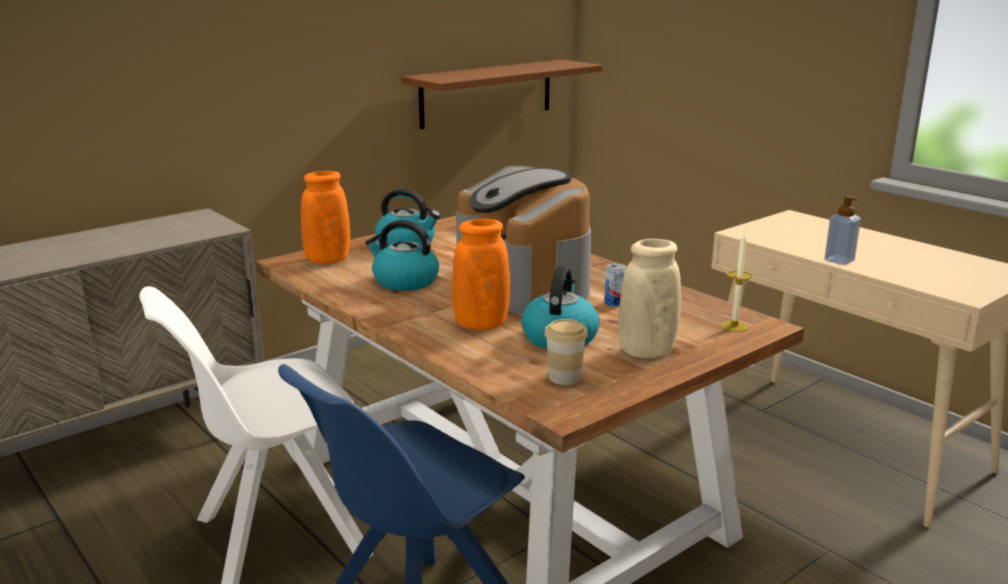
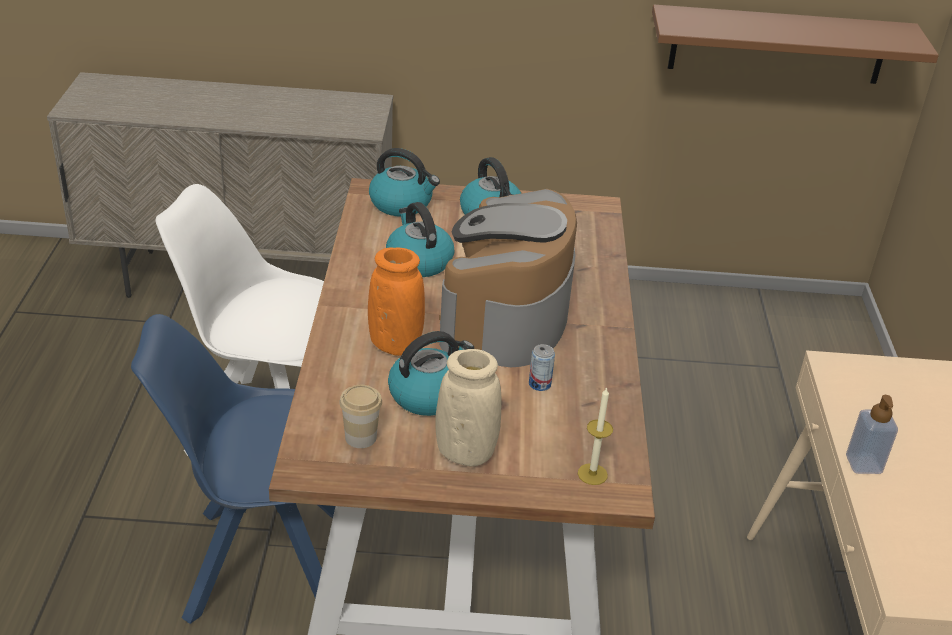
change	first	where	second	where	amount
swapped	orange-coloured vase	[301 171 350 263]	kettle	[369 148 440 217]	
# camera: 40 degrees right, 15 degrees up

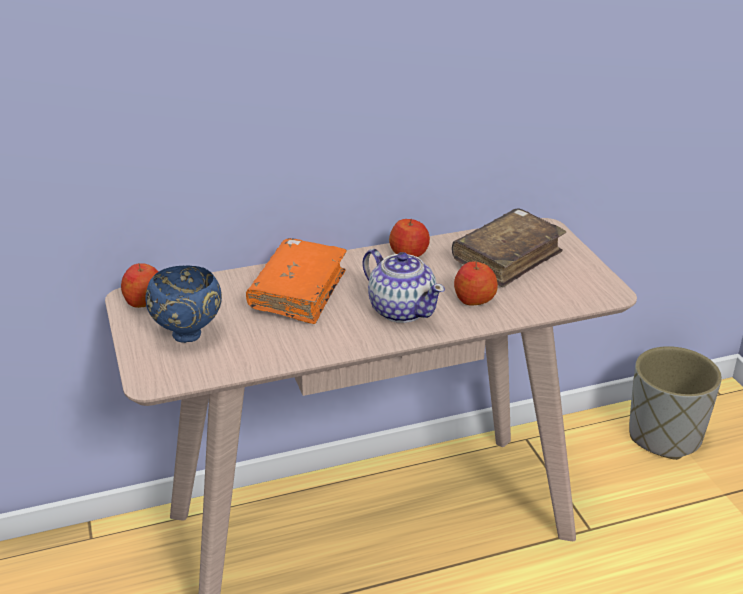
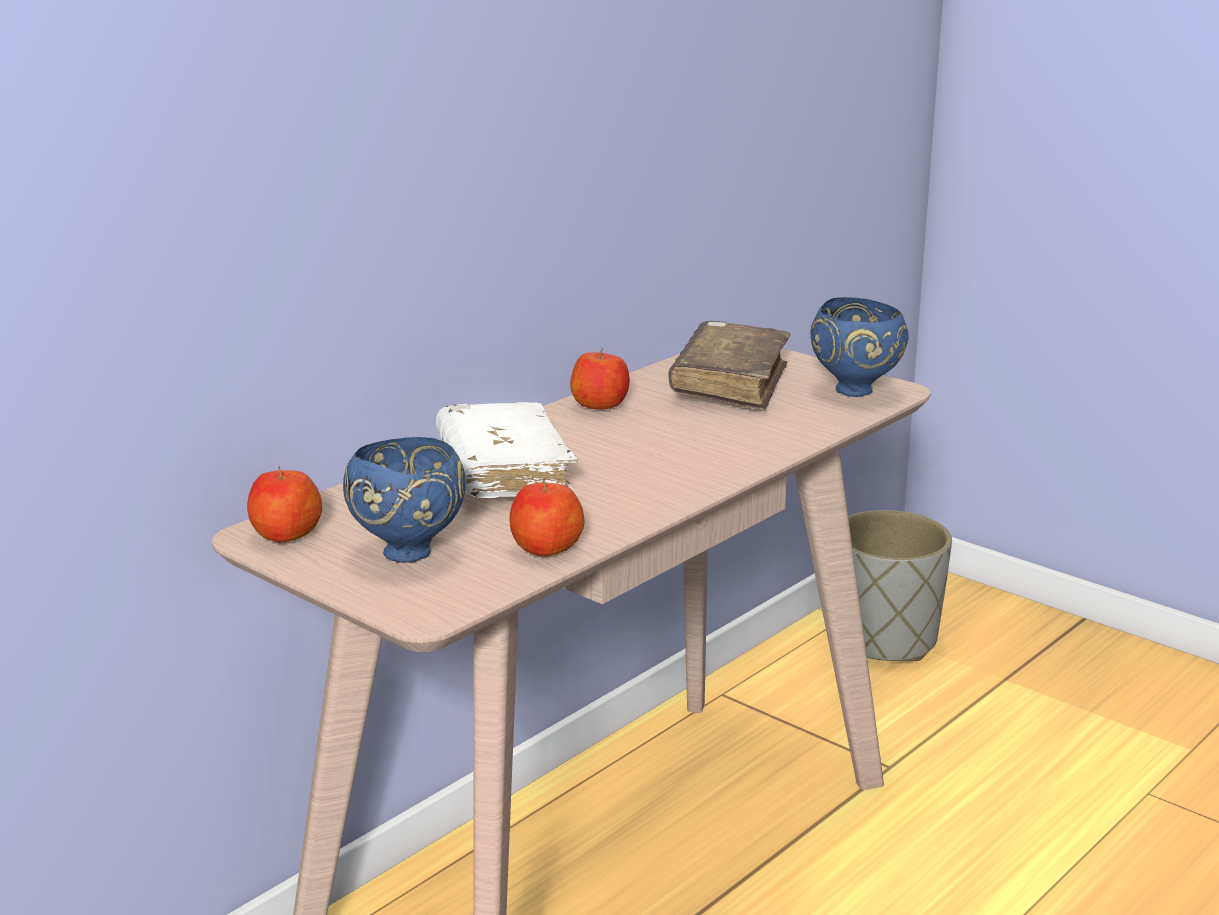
change	first	where	second	where	amount
gone	teapot	[363 249 445 323]			
new			bluish bowl	[810 297 909 397]	
shifted	apple fruit	[454 261 498 305]		[509 478 585 556]	
repainted	orange-coloured book	[246 238 347 324]	white book	[436 402 579 498]	
# camera: 30 degrees left, 10 degrees down

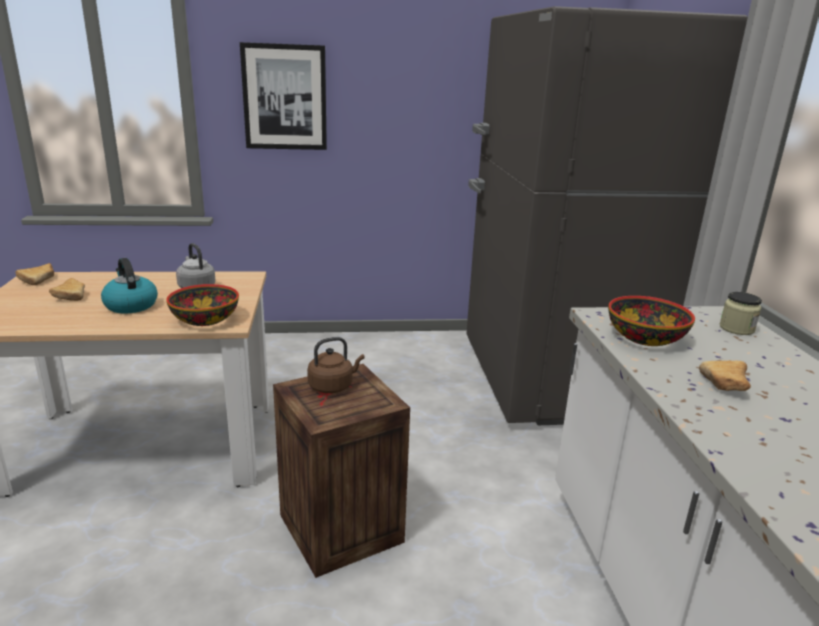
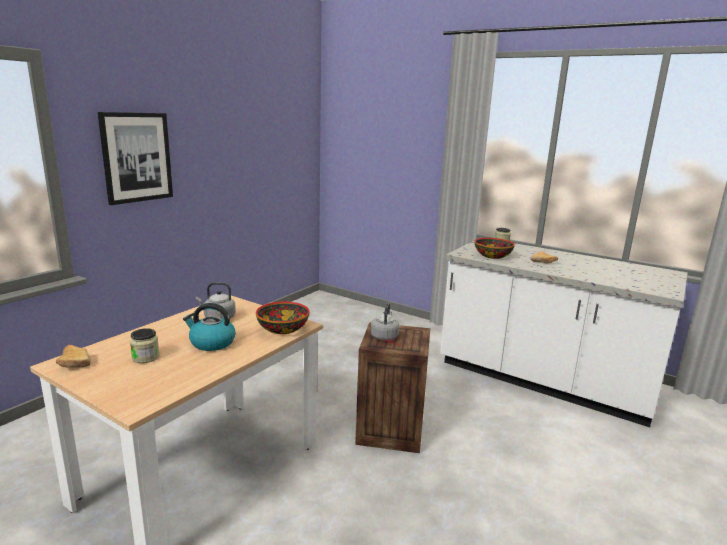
change	first	where	second	where	amount
gone	greyish refrigerator	[466 6 748 425]			
swapped	baked bread	[49 278 85 301]	storage jar	[130 328 160 363]	
repainted	brownish kettle	[307 337 364 394]	greyish kettle	[371 303 399 341]	
# camera: 50 degrees left, 5 degrees down

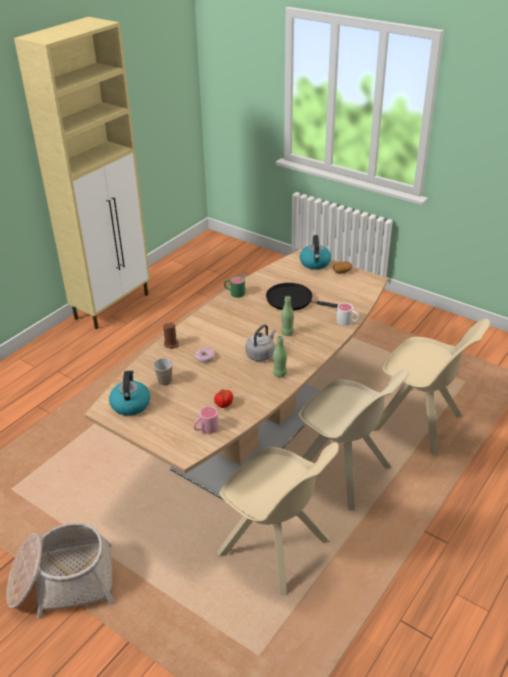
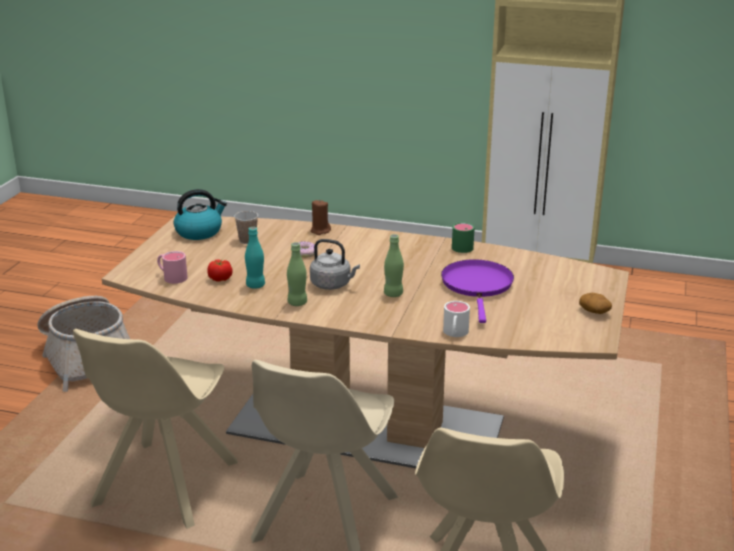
change	first	where	second	where	amount
gone	kettle	[300 235 331 270]			
new			turquoise beverage bottle	[245 227 265 289]	
repainted	black frying pan	[266 283 338 311]	purple-coloured frying pan	[441 259 514 323]	
# camera: 70 degrees right, 10 degrees down

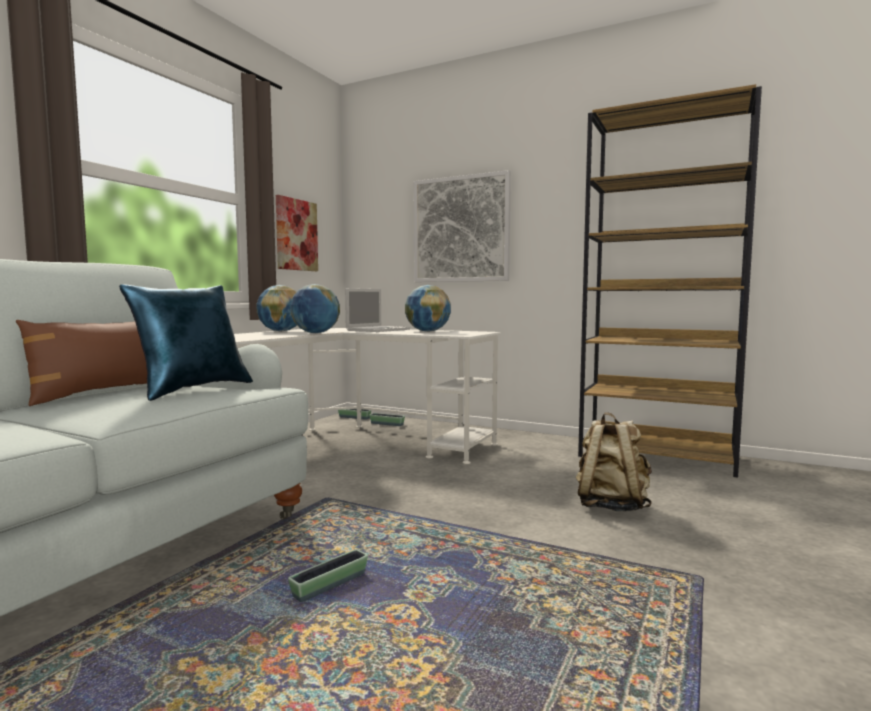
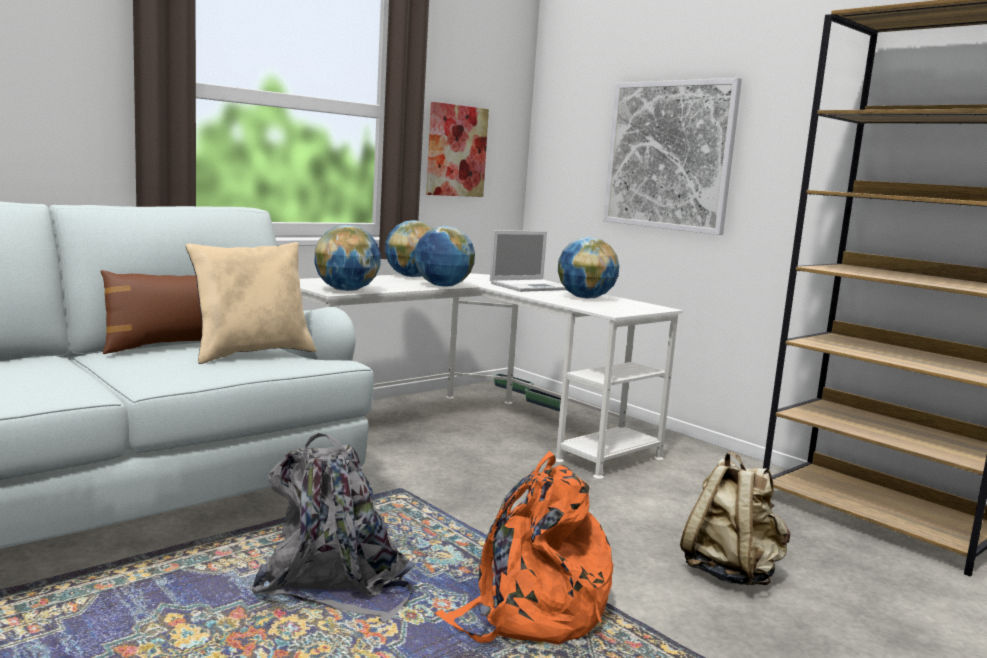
change	first	where	second	where	amount
new			world globe	[315 225 381 291]	
new			orange-coloured rucksack	[435 451 613 644]	
swapped	plant pot	[288 549 368 602]	greyish rucksack	[250 433 415 623]	
repainted	bluish cushion	[119 284 253 401]	sand-coloured cushion	[186 242 316 364]	
# camera: 20 degrees right, 5 degrees up

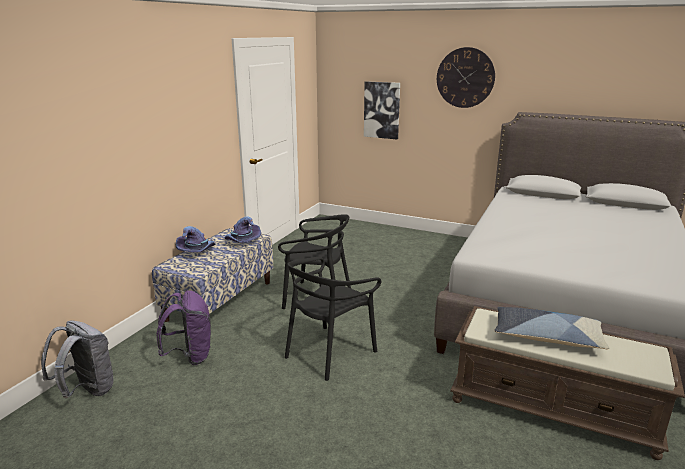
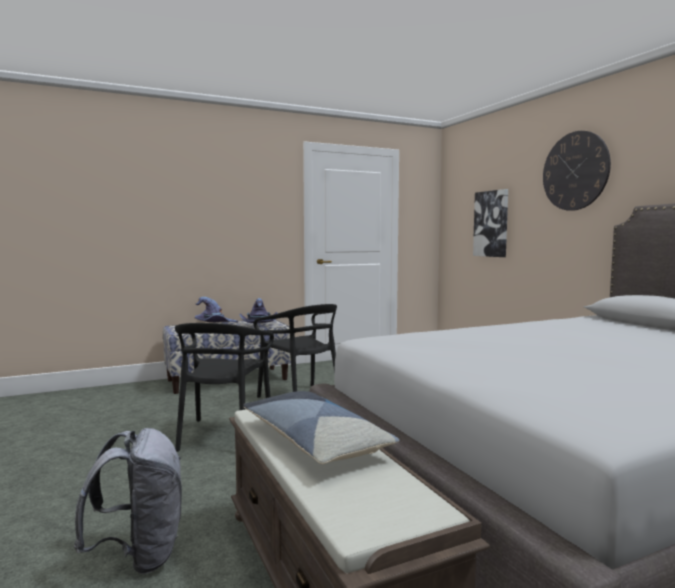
change	first	where	second	where	amount
gone	purple-coloured rucksack	[157 290 211 365]			
shifted	greyish rucksack	[41 321 113 398]		[74 428 182 574]	
rotated	black chair	[285 257 381 381]		[175 323 274 452]	75 degrees counterclockwise
# camera: 40 degrees right, 15 degrees down

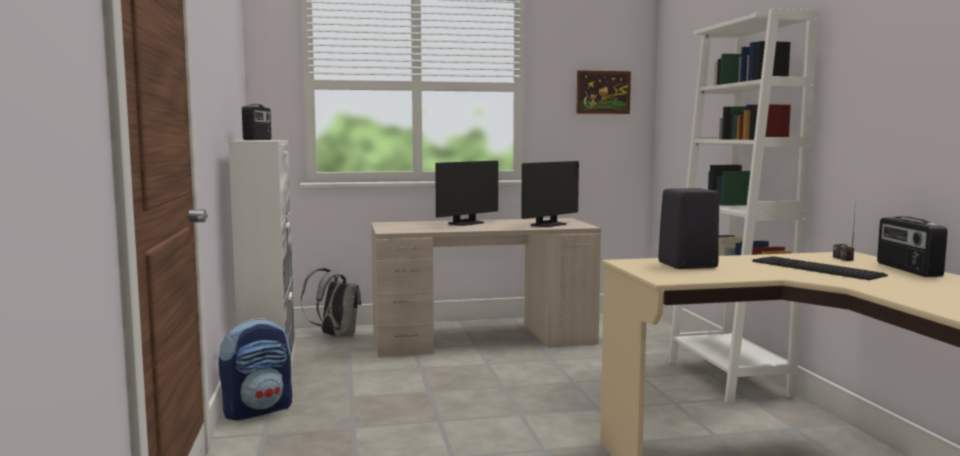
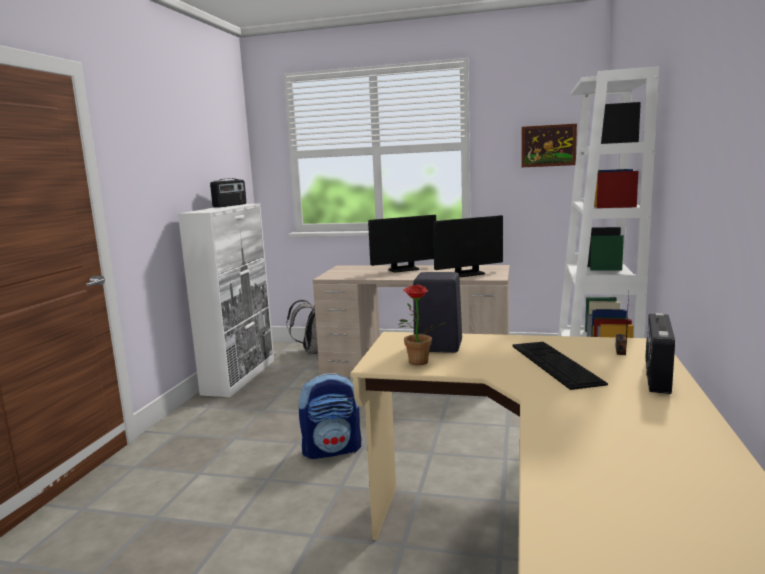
change	first	where	second	where	amount
new			houseplant	[398 284 445 365]	
shifted	rucksack	[219 318 292 420]		[298 373 361 459]	
# camera: 25 degrees right, 5 degrees up

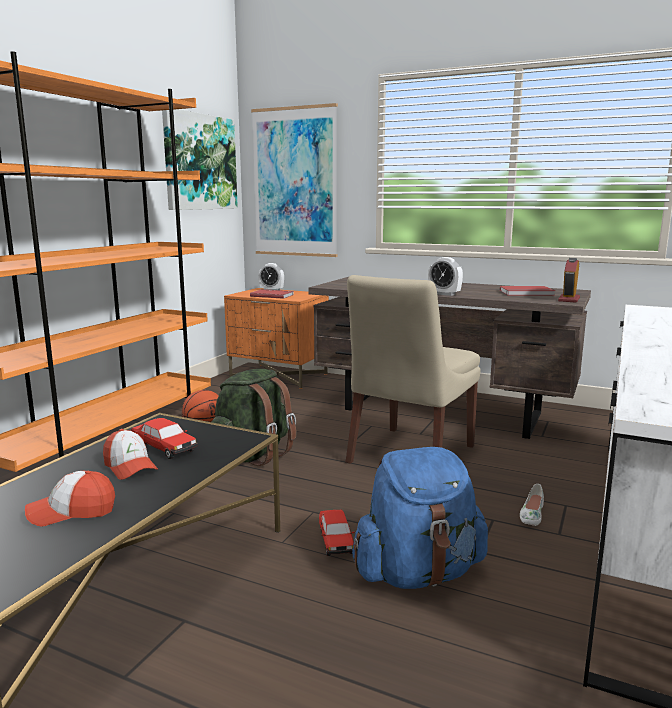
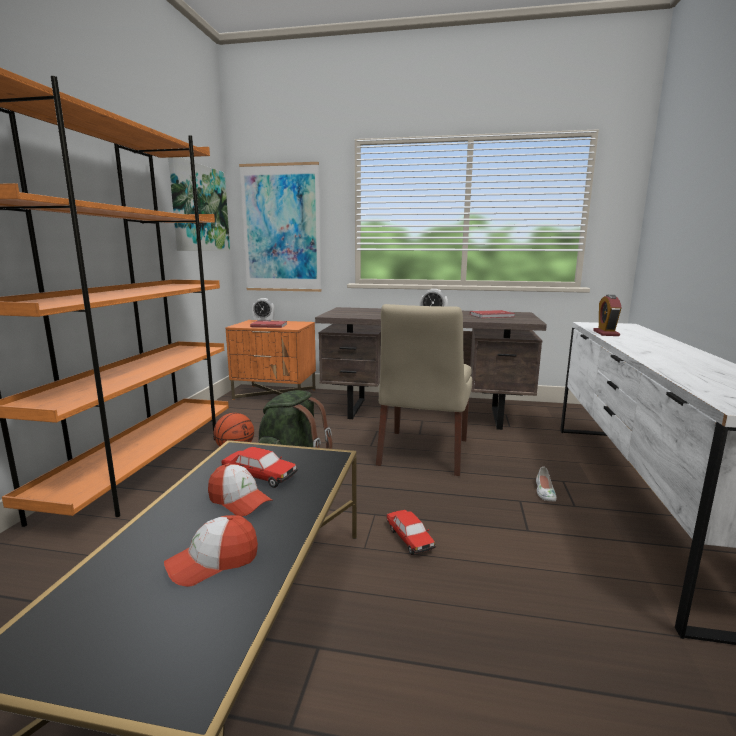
change	first	where	second	where	amount
gone	bluish rucksack	[352 447 488 589]			
shifted	alarm clock	[558 258 580 303]		[593 295 622 336]	
# camera: 15 degrees left, 0 degrees up

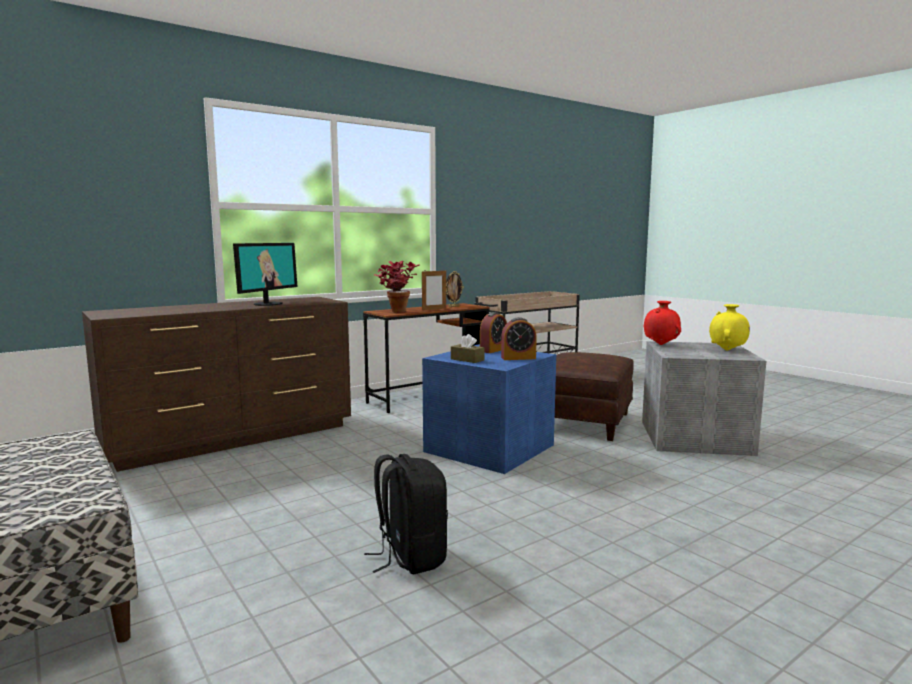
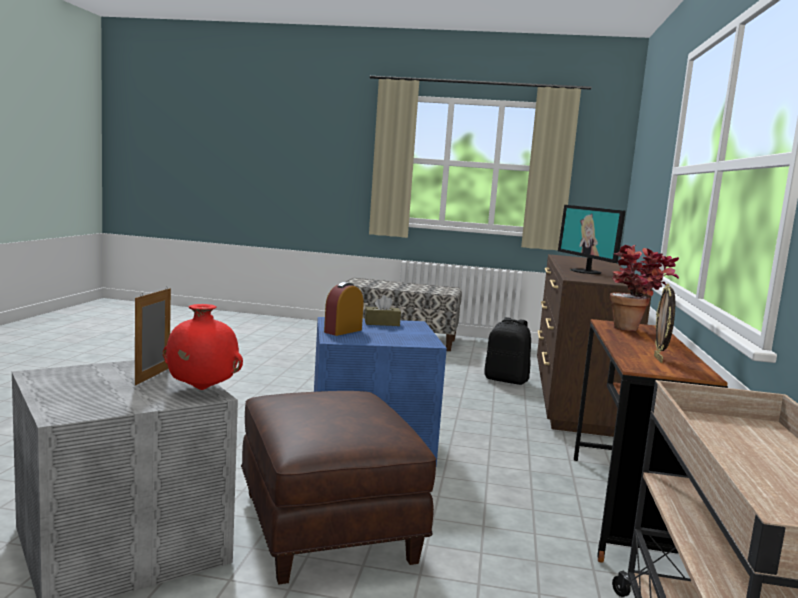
change	first	where	second	where	amount
gone	alarm clock	[480 312 507 353]			
gone	yellow vase	[709 304 750 351]			
shifted	black rucksack	[364 454 448 574]		[484 317 531 385]	
shifted	picture frame	[422 269 446 311]		[135 287 171 385]	
# camera: 135 degrees right, 0 degrees up

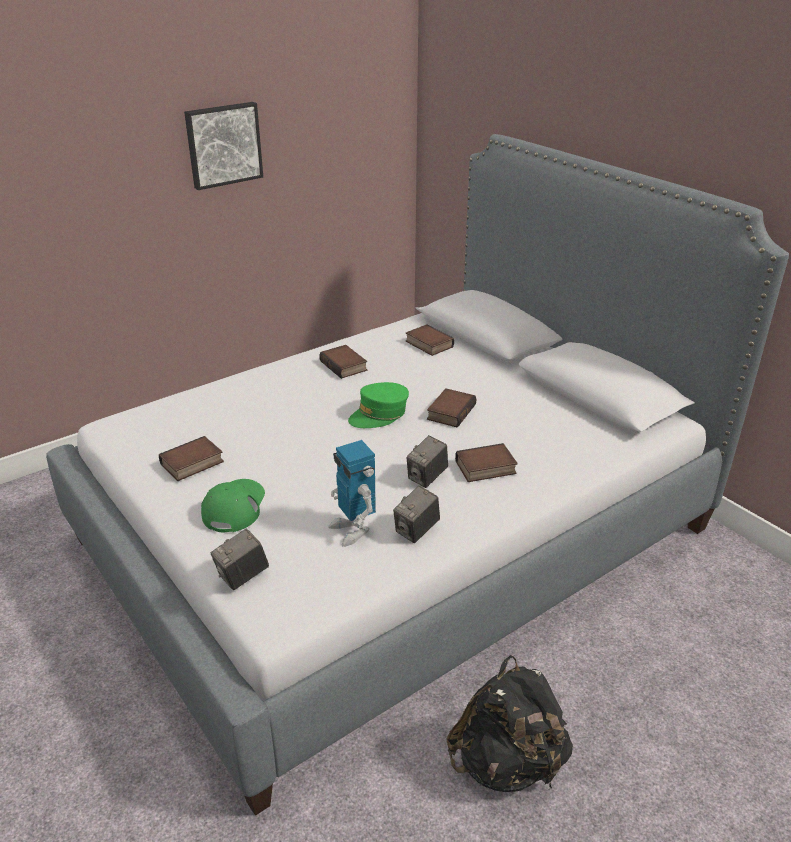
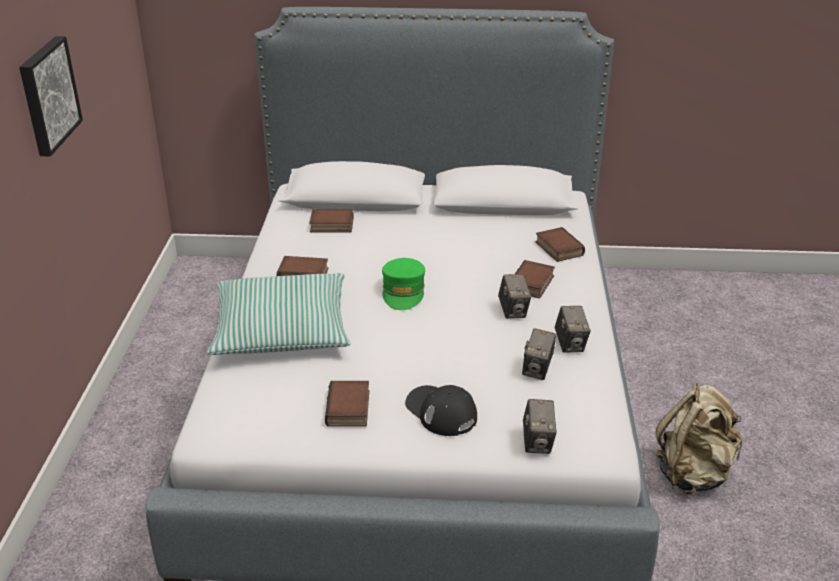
change	first	where	second	where	amount
new			cushion	[207 273 351 355]	
shifted	book	[427 388 476 428]		[535 227 585 262]	
swapped	model robot	[328 440 376 547]	still camera	[522 328 556 380]	
repainted	green peaked cap	[201 479 265 533]	black peaked cap	[405 385 477 436]	
repainted	black rucksack	[446 655 573 792]	sand-coloured rucksack	[656 383 742 495]	
# camera: 50 degrees left, 0 degrees up

